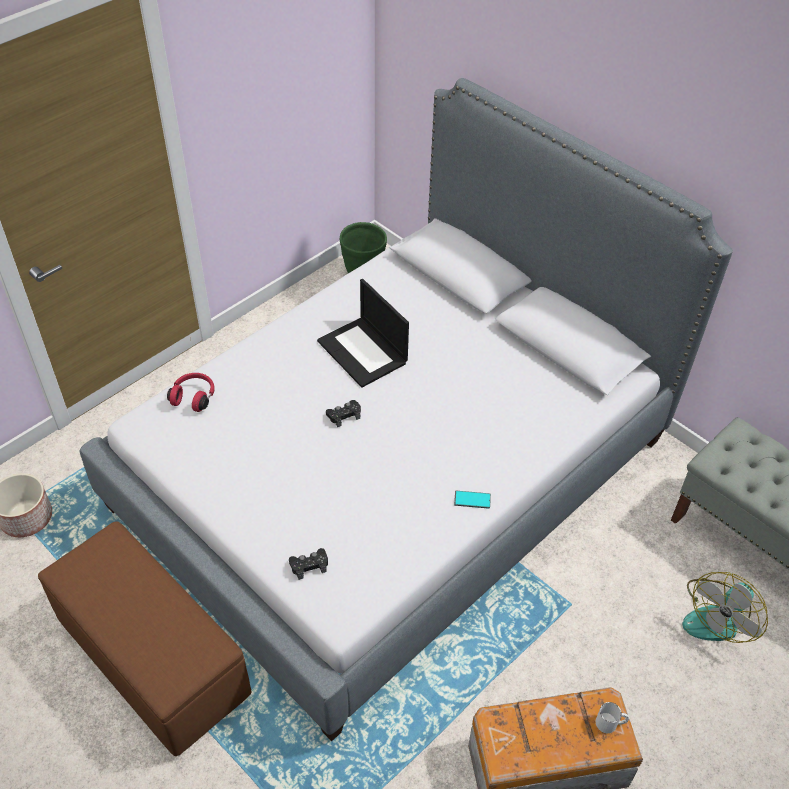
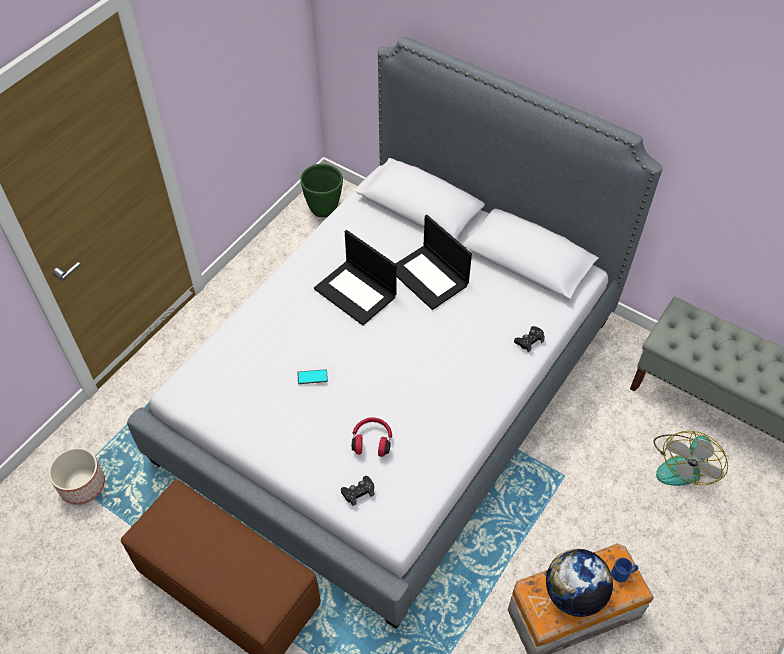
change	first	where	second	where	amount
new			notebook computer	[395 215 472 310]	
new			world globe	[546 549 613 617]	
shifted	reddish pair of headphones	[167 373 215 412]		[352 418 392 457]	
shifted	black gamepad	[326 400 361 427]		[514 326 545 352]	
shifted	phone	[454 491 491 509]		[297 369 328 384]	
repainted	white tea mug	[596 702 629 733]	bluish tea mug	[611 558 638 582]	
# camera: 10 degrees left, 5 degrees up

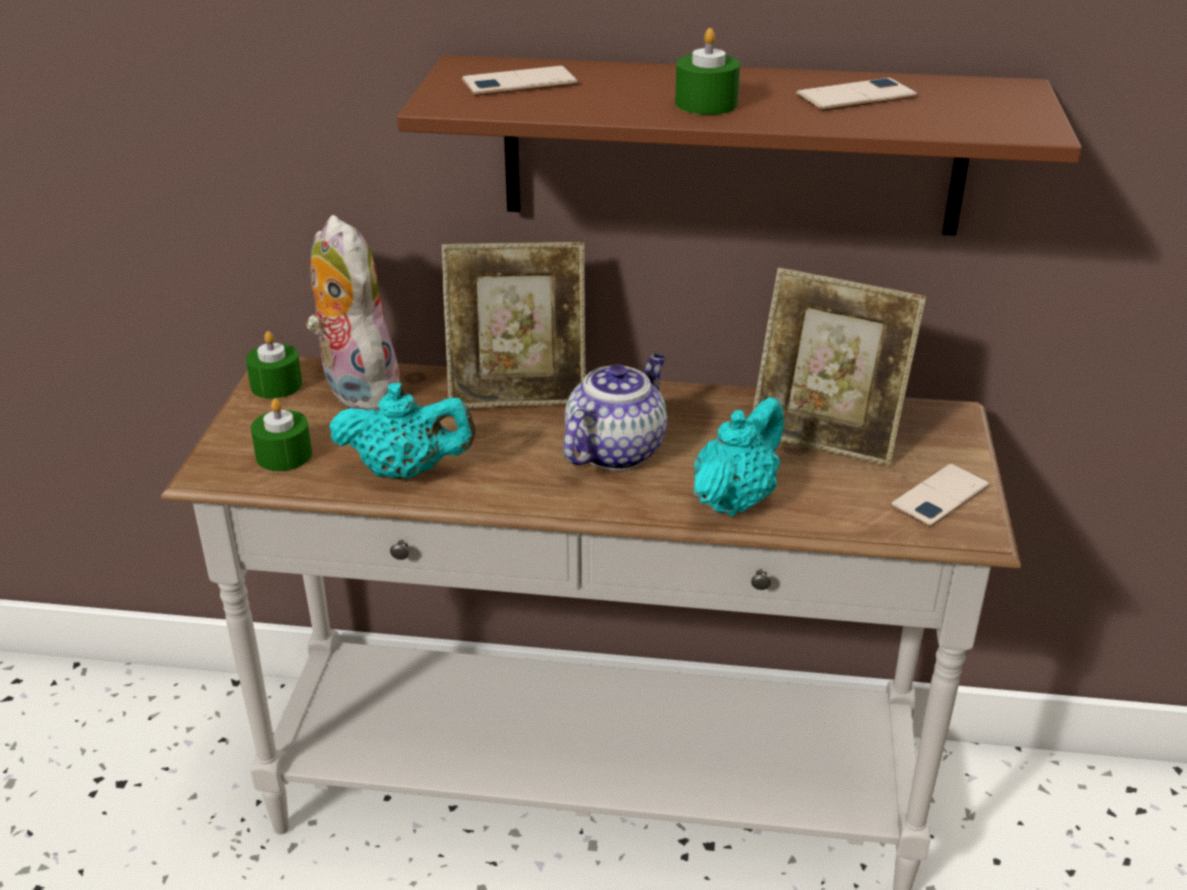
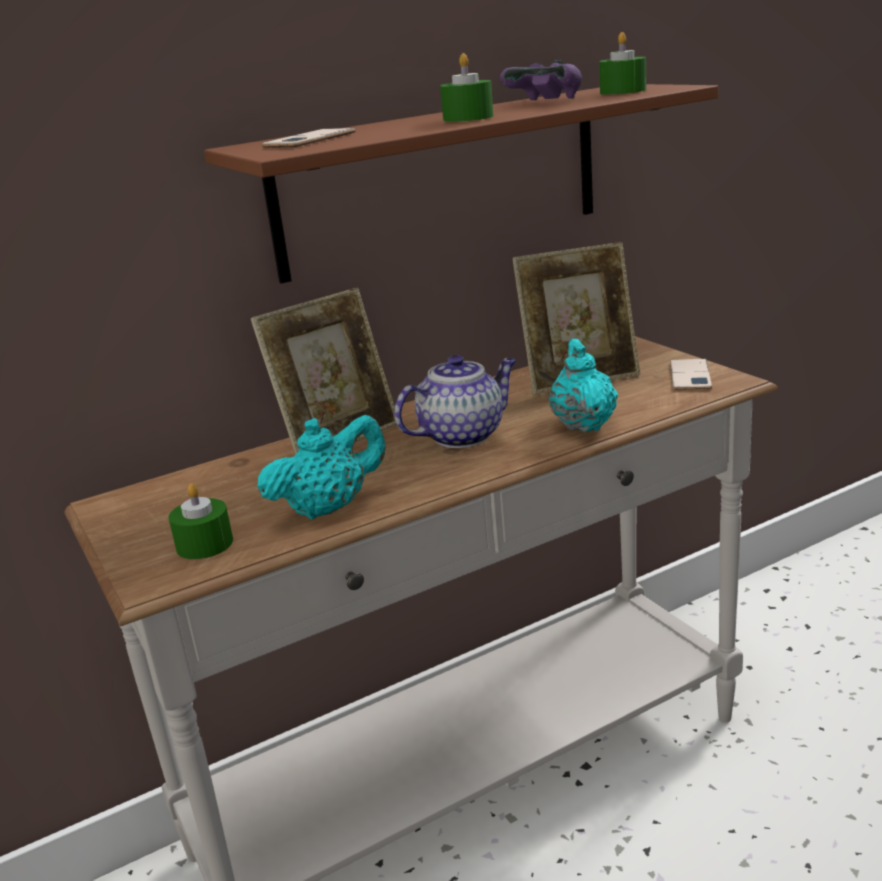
change	first	where	second	where	amount
gone	cuddly toy	[306 215 400 410]			
shifted	green wax light	[246 331 302 399]		[599 32 646 95]	
swapped	phone	[796 78 918 111]	purple-coloured gamepad	[500 60 582 100]	
rotated	teapot	[563 354 667 471]		[394 355 517 448]	60 degrees clockwise
# camera: 35 degrees left, 10 degrees down

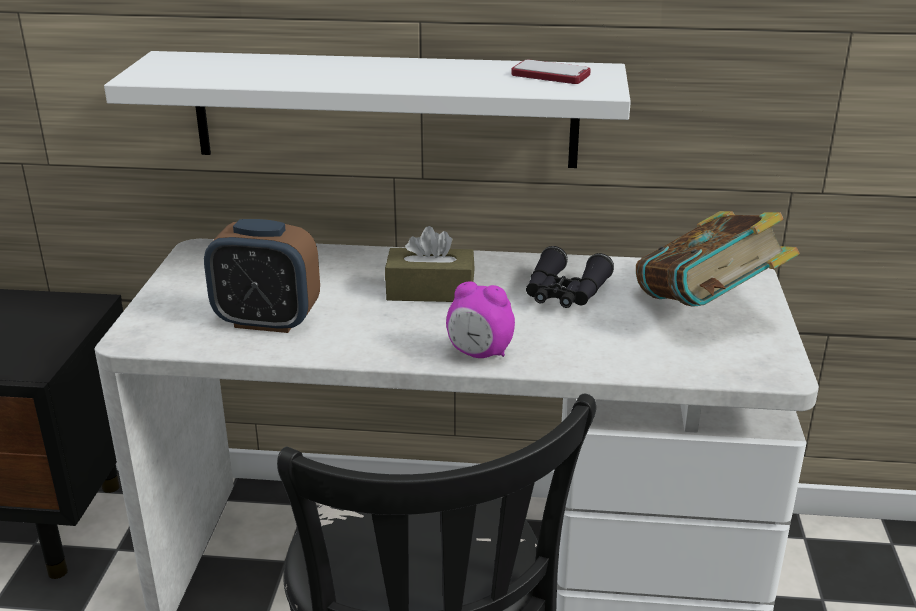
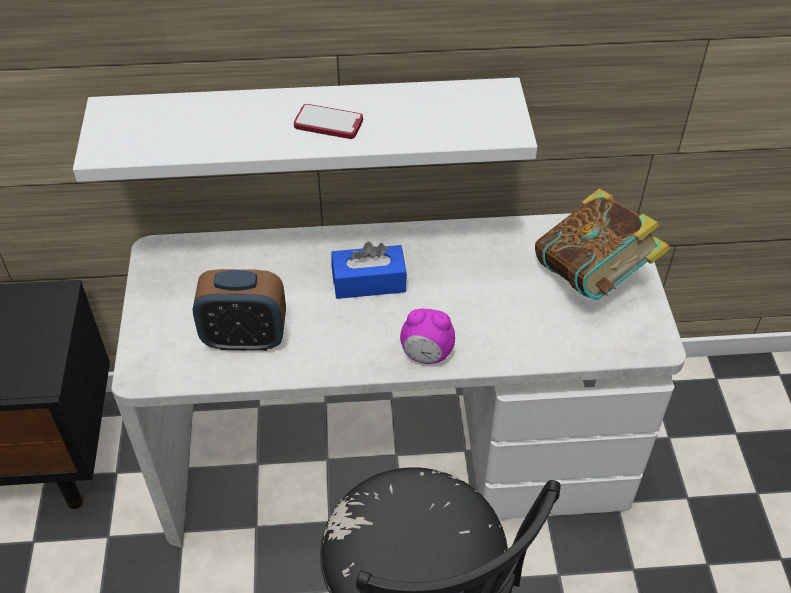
change	first	where	second	where	amount
gone	black field glasses	[526 246 614 308]			
shifted	phone	[511 59 591 84]		[294 104 363 139]	
repainted	brownish tissue holder	[385 226 475 302]	bluish tissue holder	[331 242 407 299]	
# camera: 10 degrees left, 20 degrees up

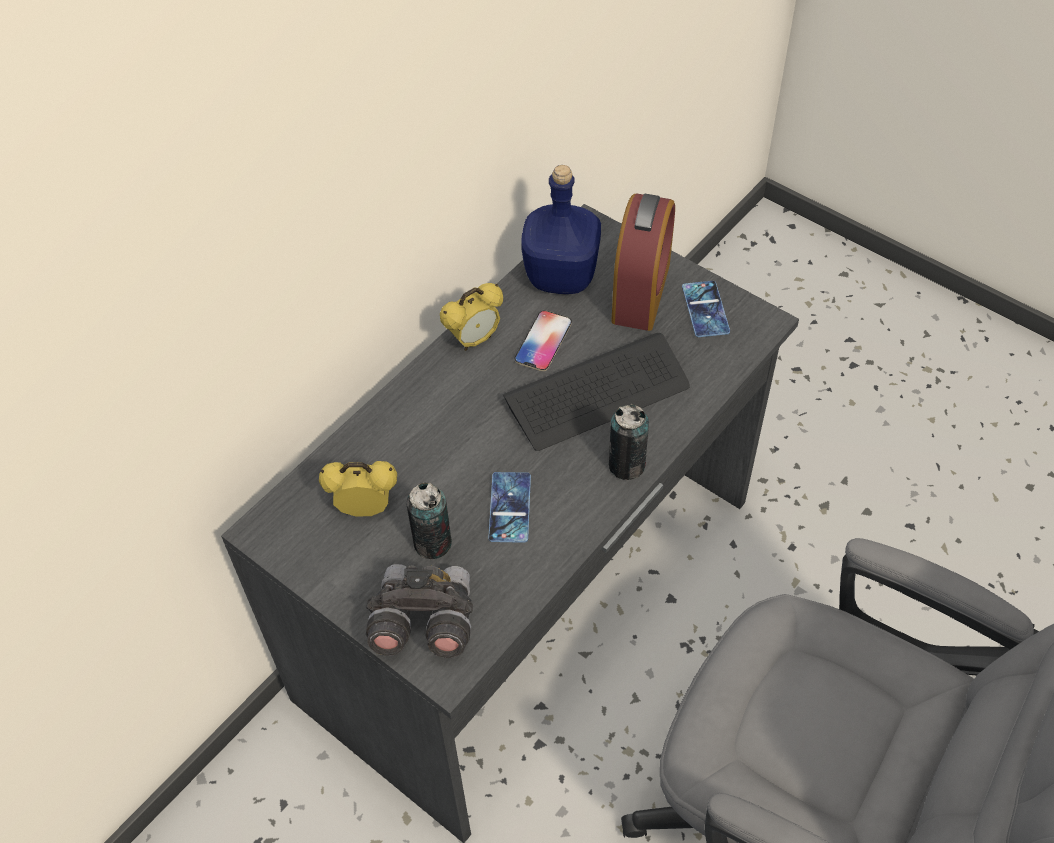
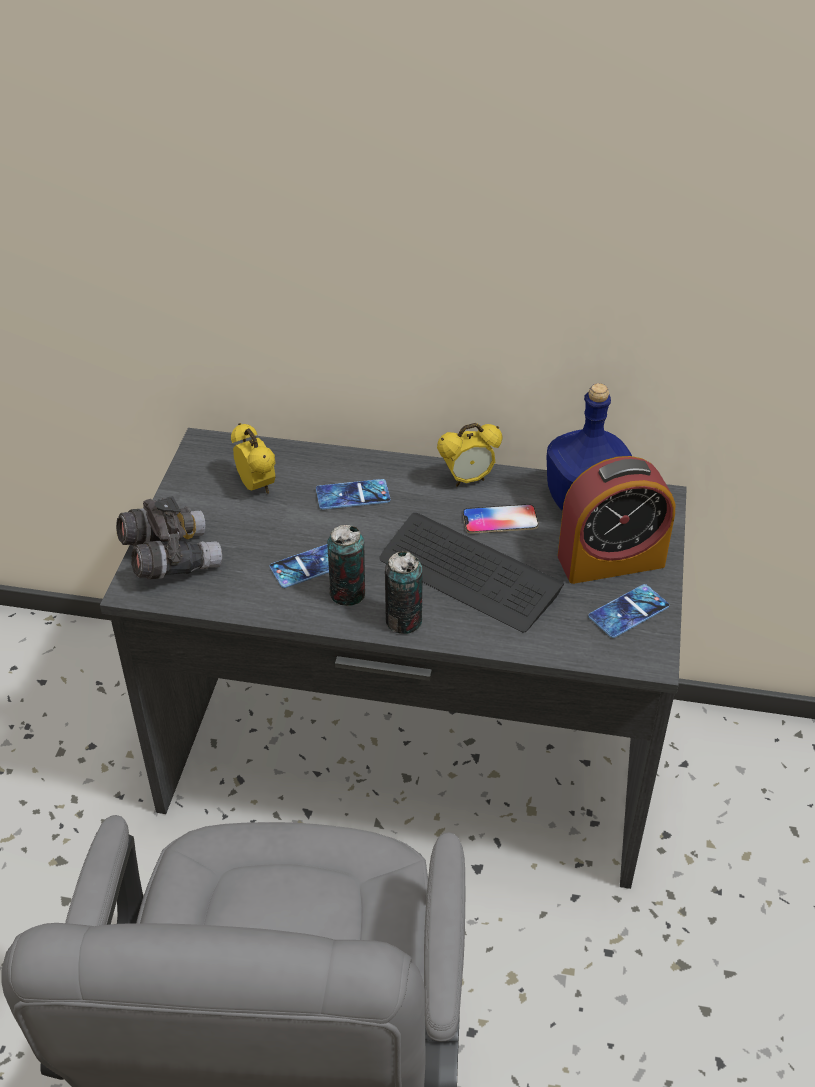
change	first	where	second	where	amount
new			phone	[316 479 390 510]	
shifted	can	[407 482 452 559]		[327 525 365 606]	
rotated	alarm clock	[440 283 503 351]		[437 423 502 486]	45 degrees counterclockwise
# camera: 60 degrees right, 10 degrees down

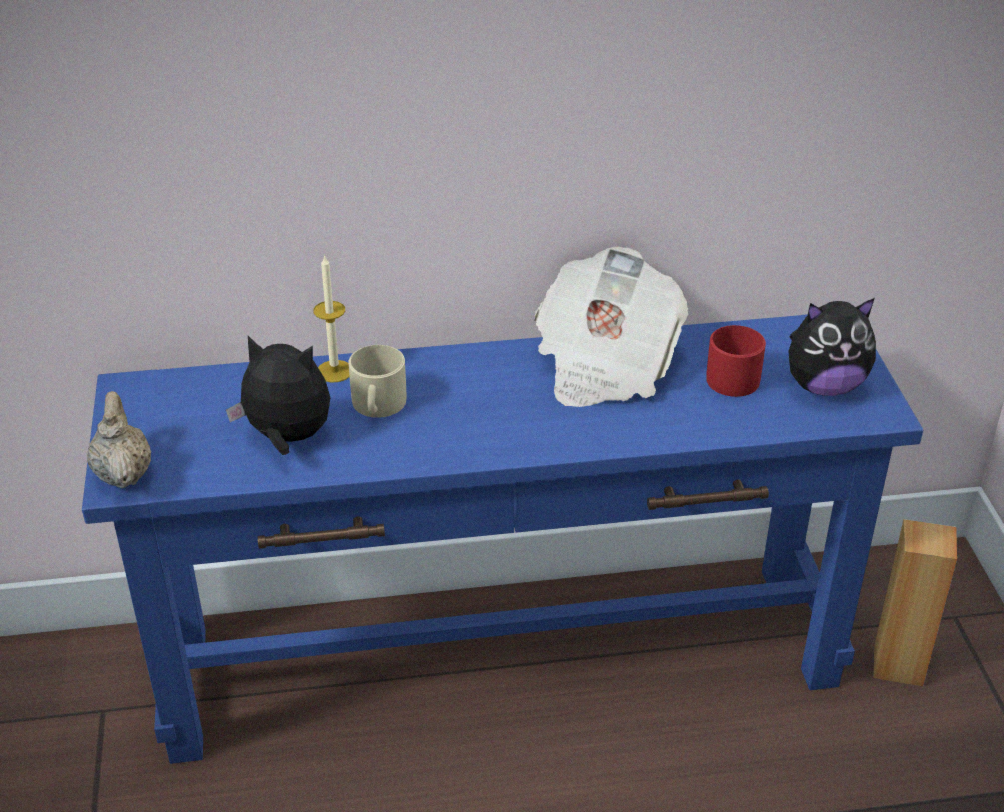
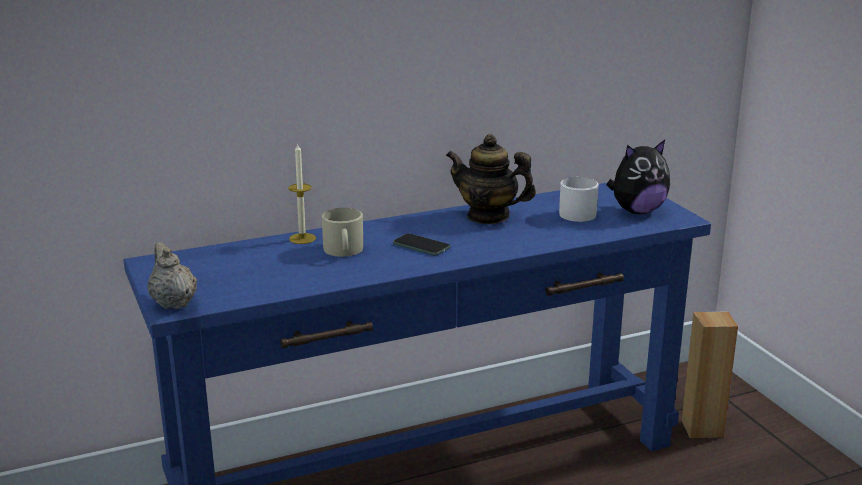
change	first	where	second	where	amount
gone	cuddly toy	[226 336 330 455]			
new			phone	[393 233 451 256]	
swapped	newspaper	[534 247 688 407]	teapot	[446 134 536 224]	
repainted	reddish tea mug	[706 325 766 397]	white tea mug	[559 177 599 222]	
# camera: 15 degrees left, 15 degrees down

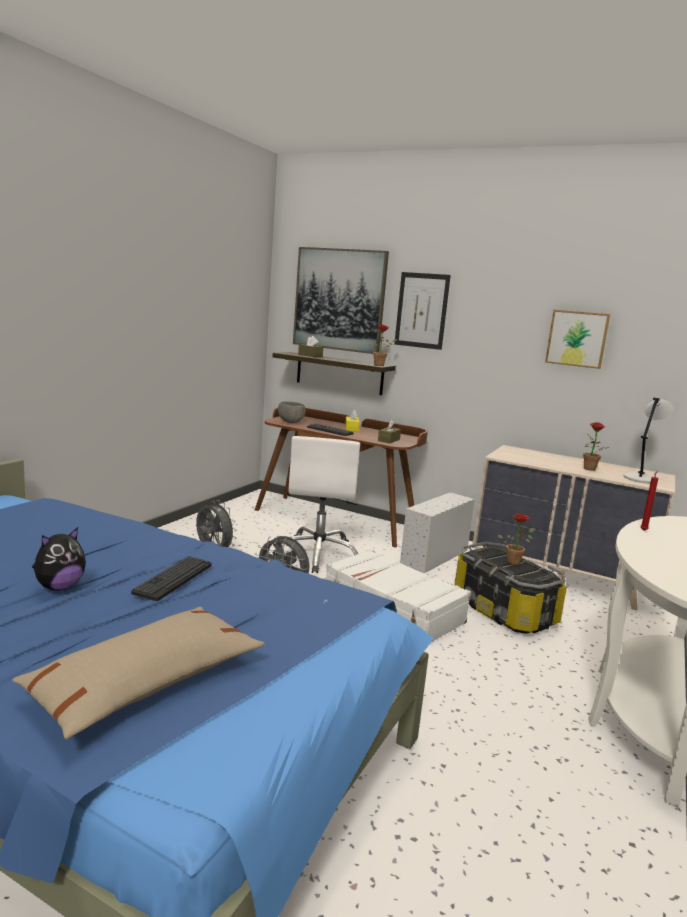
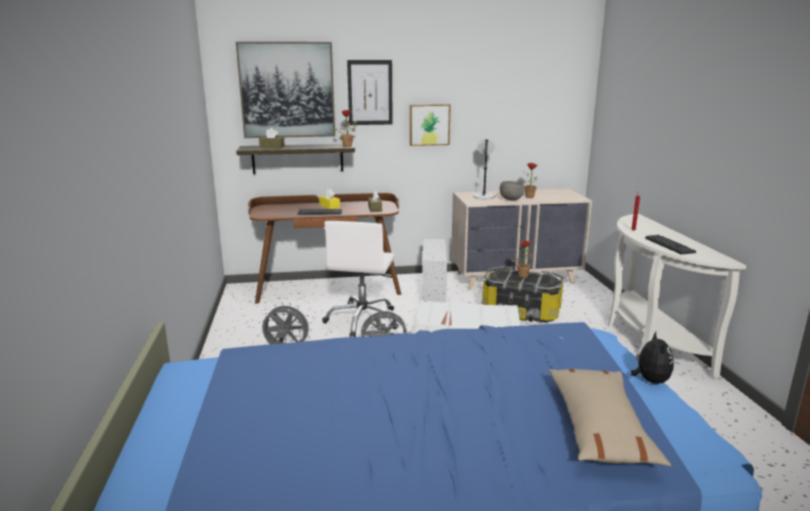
change	first	where	second	where	amount
shifted	cuddly toy	[32 527 86 591]		[631 332 674 384]	
shifted	PC keyboard	[131 556 211 601]		[645 235 696 254]	
shifted	greyish bowl	[278 401 306 423]		[500 181 525 201]	
shifted	picture	[545 310 610 369]		[410 104 451 146]	
shifted	greyish table lamp	[623 398 673 483]		[473 140 495 199]	
rotated	white computer chair	[272 436 360 573]		[322 221 399 337]	45 degrees clockwise
# camera: 35 degrees left, 5 degrees up

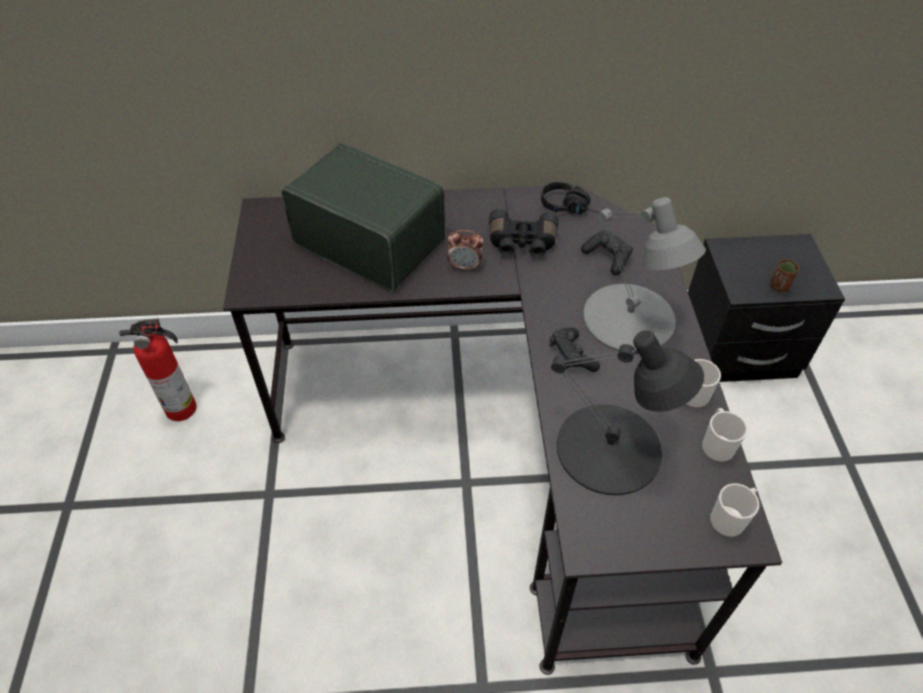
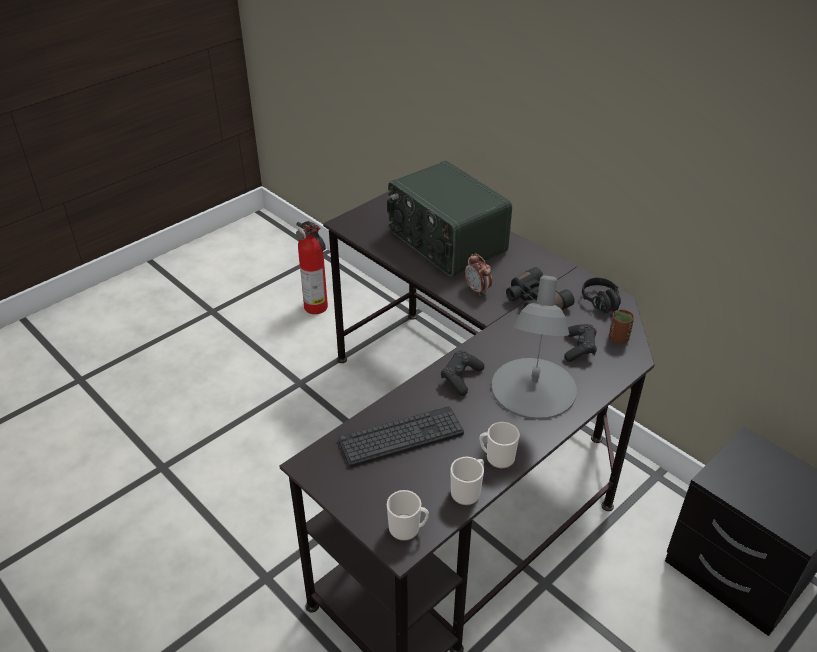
change	first	where	second	where	amount
shifted	brownish cup	[770 259 799 292]		[609 309 634 344]	
swapped	black table lamp	[551 330 704 495]	PC keyboard	[338 406 464 468]	
rotated	radio set	[282 143 445 292]		[387 161 512 276]	150 degrees clockwise
# camera: 50 degrees right, 10 degrees down

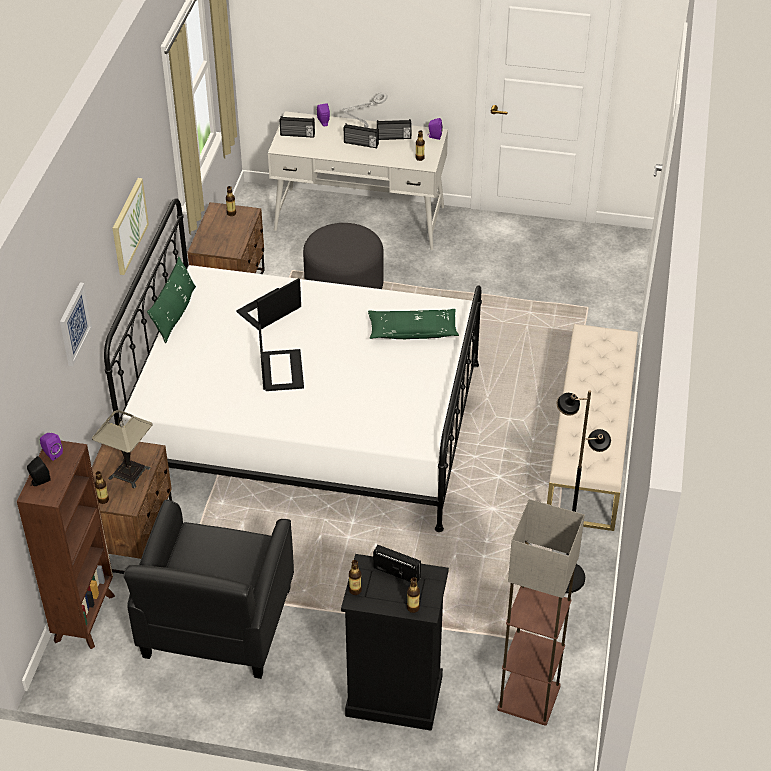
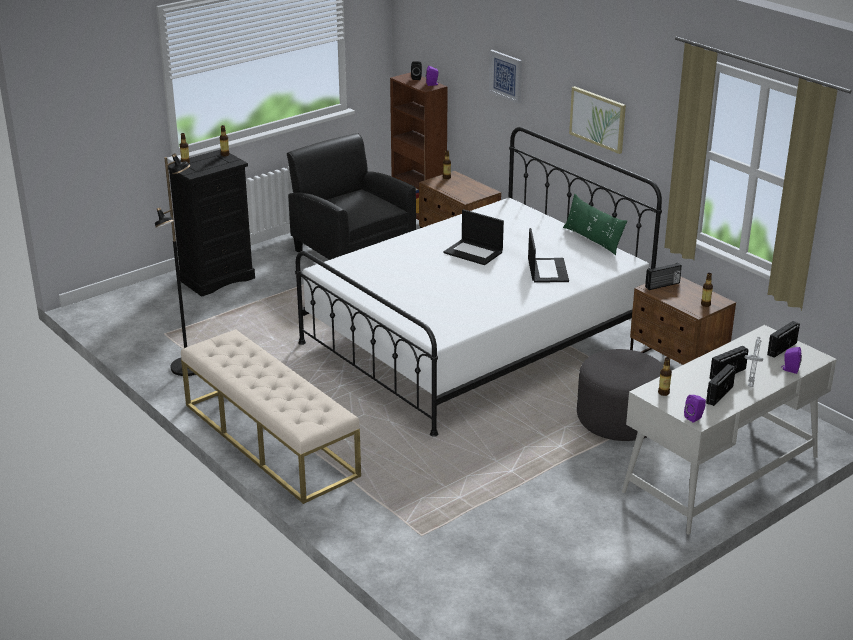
change	first	where	second	where	amount
gone	table lamp	[92 410 153 489]			
gone	green cushion	[368 309 459 339]			
gone	standard lamp	[497 499 585 726]			
shifted	radio set	[373 545 421 583]		[645 262 682 290]	
# camera: 130 degrees right, 15 degrees down

